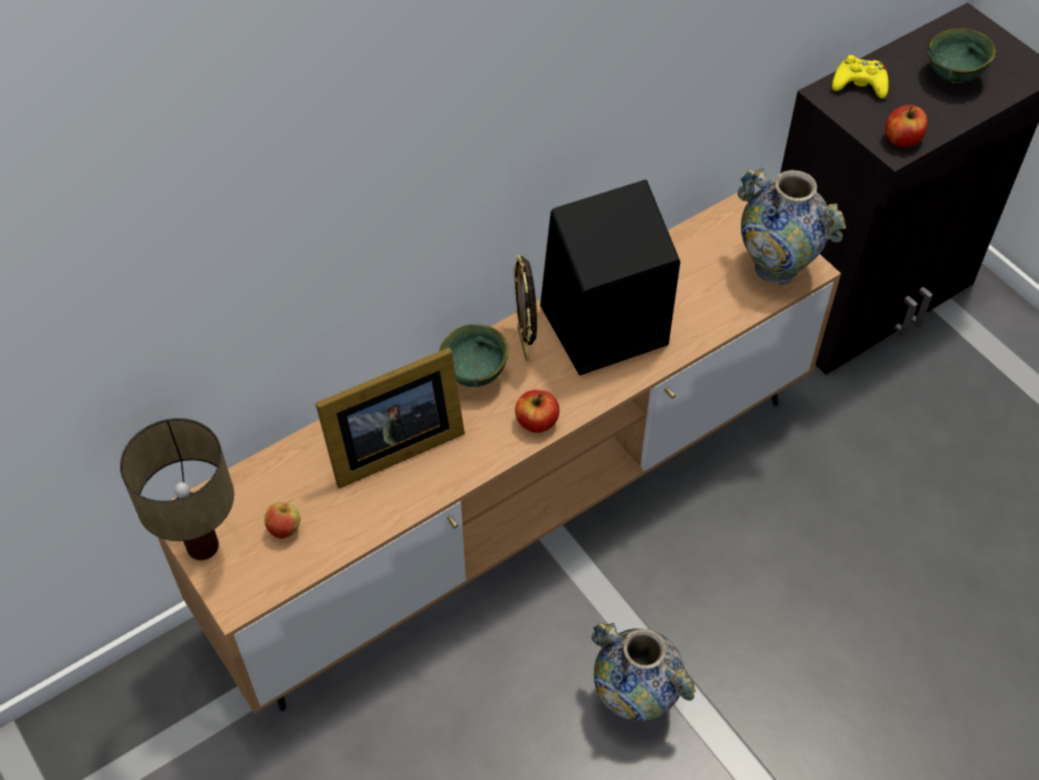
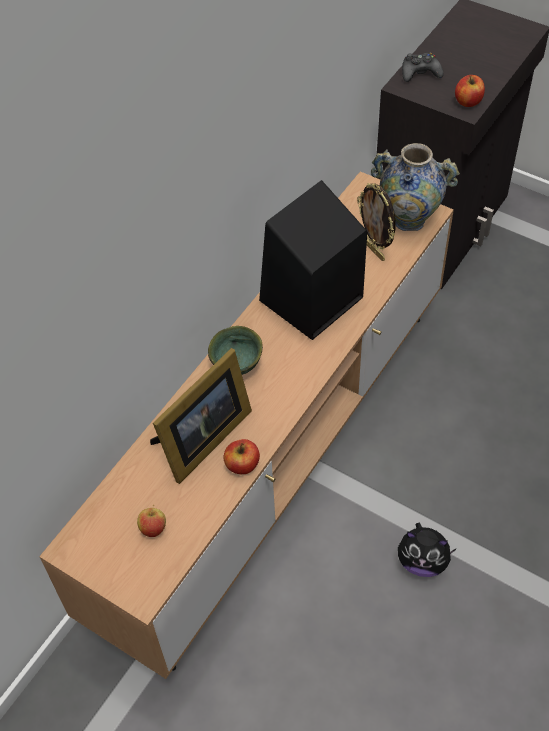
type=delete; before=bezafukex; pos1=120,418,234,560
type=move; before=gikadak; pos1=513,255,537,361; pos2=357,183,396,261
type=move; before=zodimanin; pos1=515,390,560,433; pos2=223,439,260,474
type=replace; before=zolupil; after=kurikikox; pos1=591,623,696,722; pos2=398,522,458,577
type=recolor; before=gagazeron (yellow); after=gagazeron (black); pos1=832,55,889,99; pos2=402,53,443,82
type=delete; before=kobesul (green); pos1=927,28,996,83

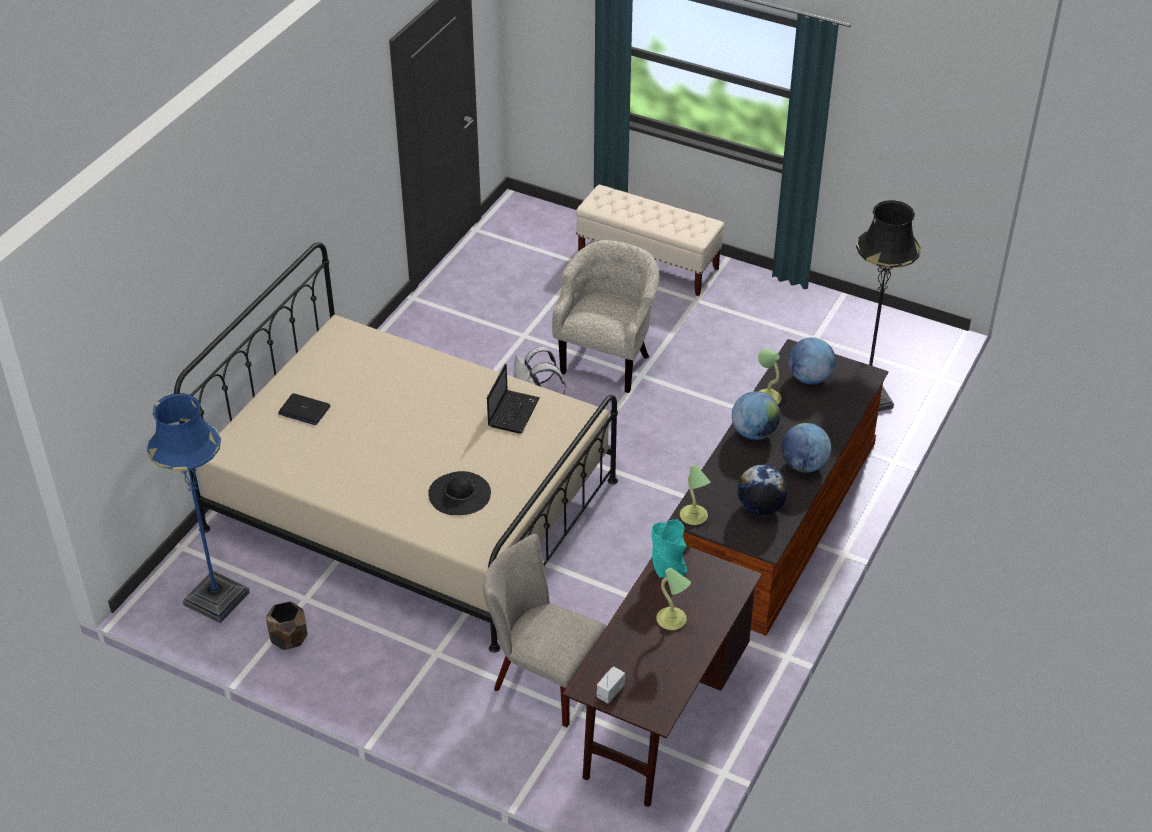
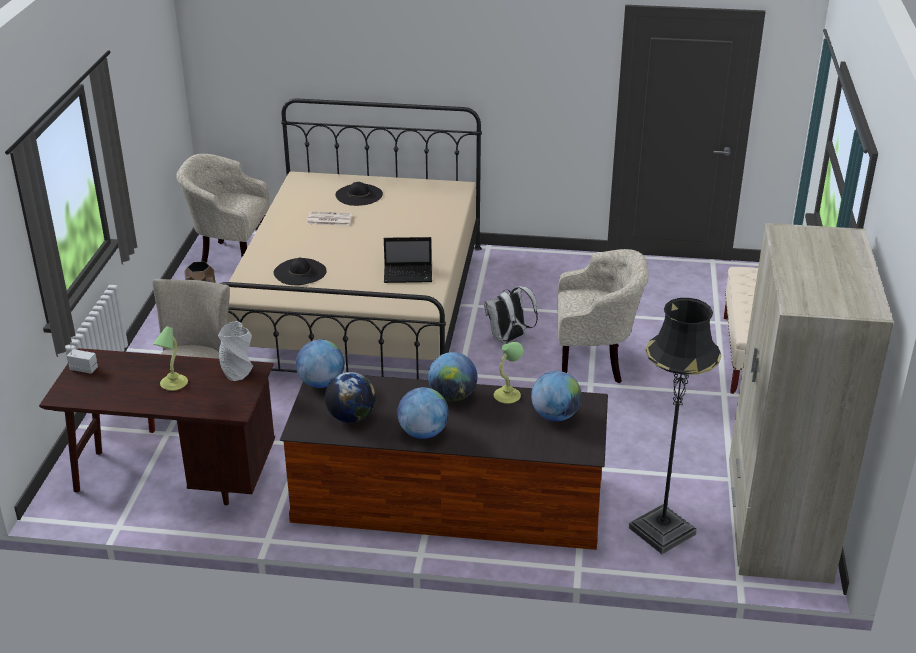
type=replace; before=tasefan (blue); after=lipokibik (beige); pos1=147,393,250,623; pos2=176,154,269,263
type=replace; before=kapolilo; after=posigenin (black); pos1=278,393,330,425; pos2=335,182,383,206
type=recolor; before=zolupil (turquoise); after=zolupil (grey); pos1=652,520,687,578; pos2=218,321,253,381
type=replace; before=bezafukex; after=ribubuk; pos1=680,465,711,525; pos2=296,339,345,388
type=insert; after=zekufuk; pos2=306,211,352,226
type=insert; after=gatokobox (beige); pos2=729,223,894,584

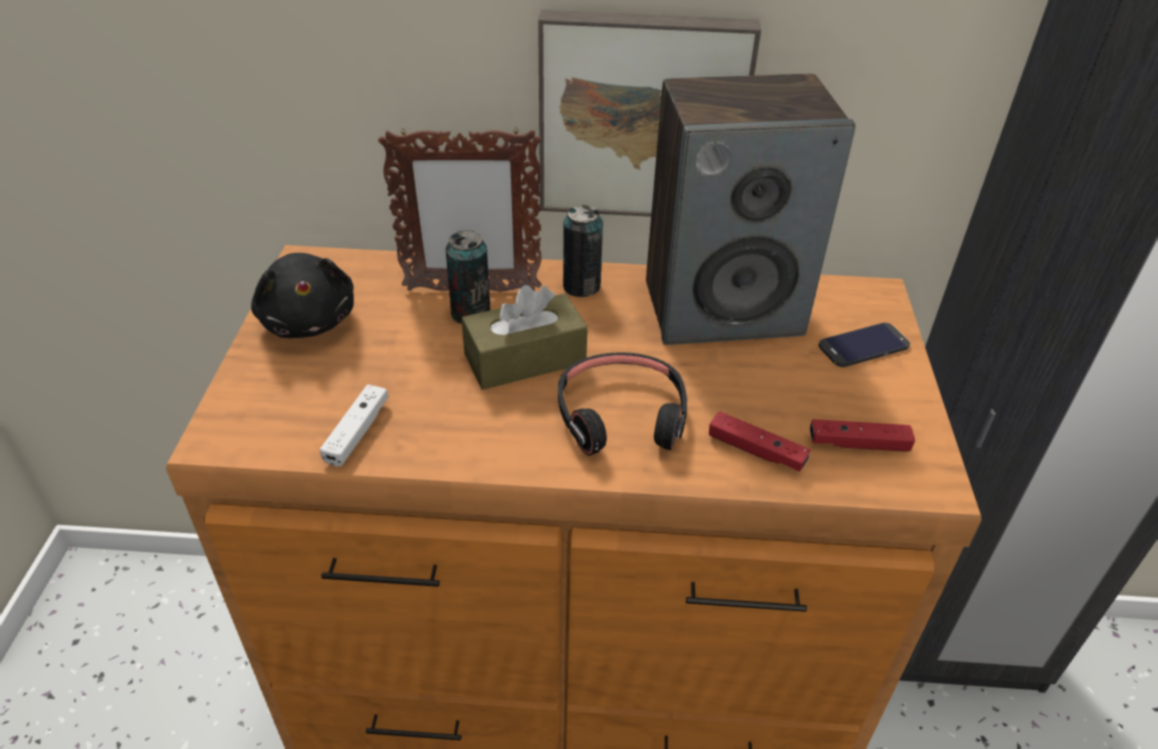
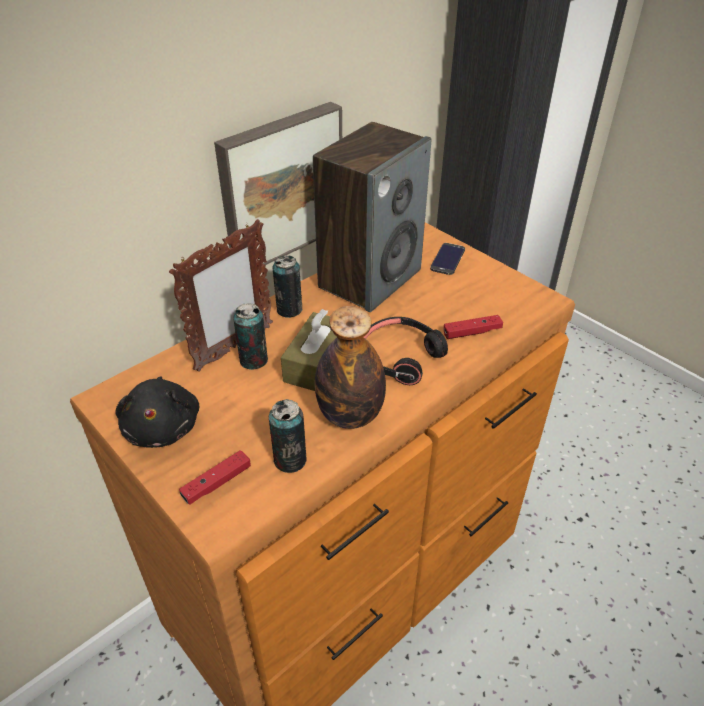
type=rotate; before=kurikikox (black); pos1=251,253,354,338; pos2=115,377,199,448; turn=60
type=replace; before=gagazeron (white); after=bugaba; pos1=319,384,388,467; pos2=269,399,307,473
type=move; before=gagazeron (red); pos1=810,419,915,452; pos2=179,450,251,504
type=insert; after=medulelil; pos2=315,306,386,429

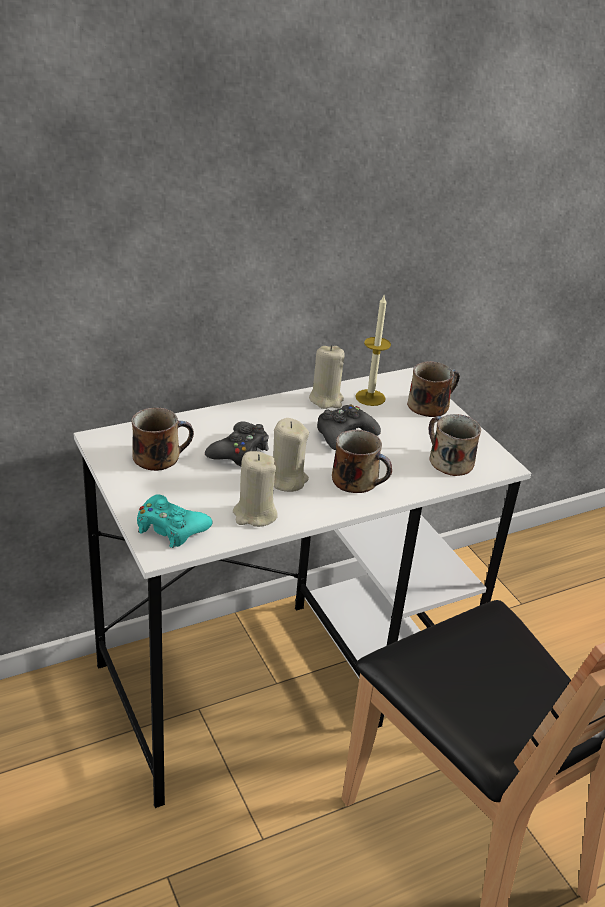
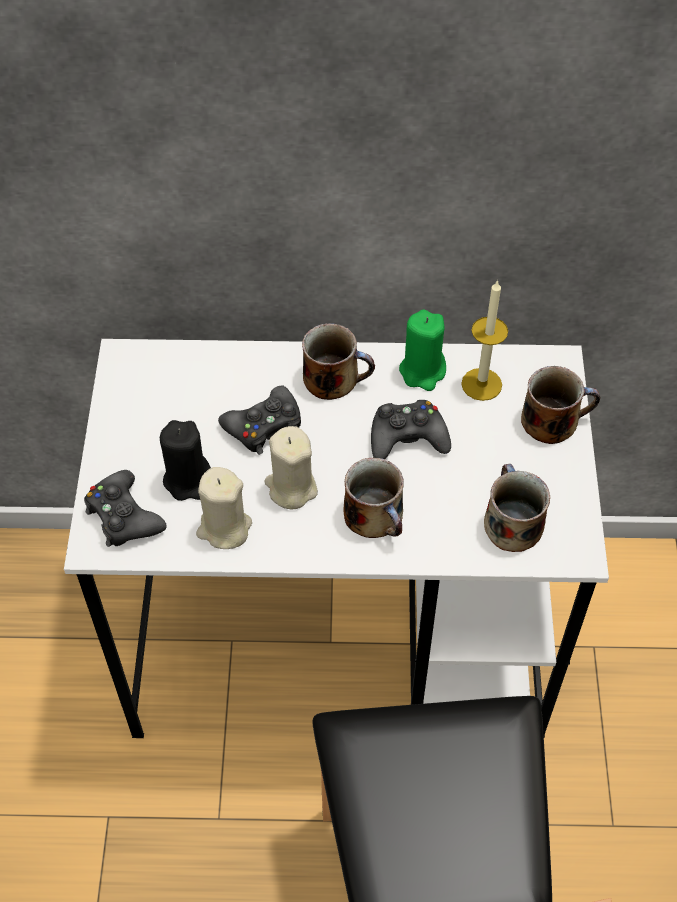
type=move; before=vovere; pos1=132,407,194,471; pos2=302,323,375,400
type=recolor; before=gagazeron (turquoise); after=gagazeron (black); pos1=137,494,213,548; pos2=84,470,167,547
type=recolor; before=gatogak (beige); after=gatogak (green); pos1=309,345,345,409; pos2=399,309,446,391
type=insert; after=gatogak (black); pos2=160,420,211,501

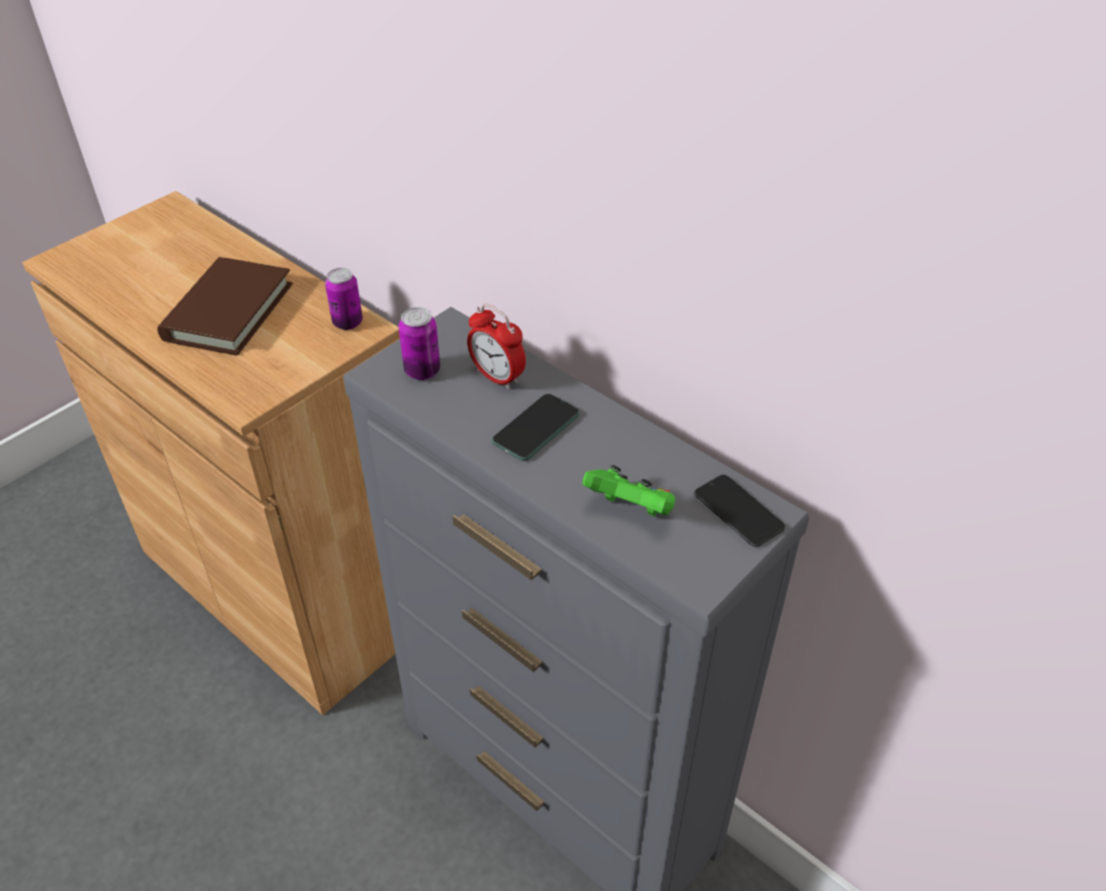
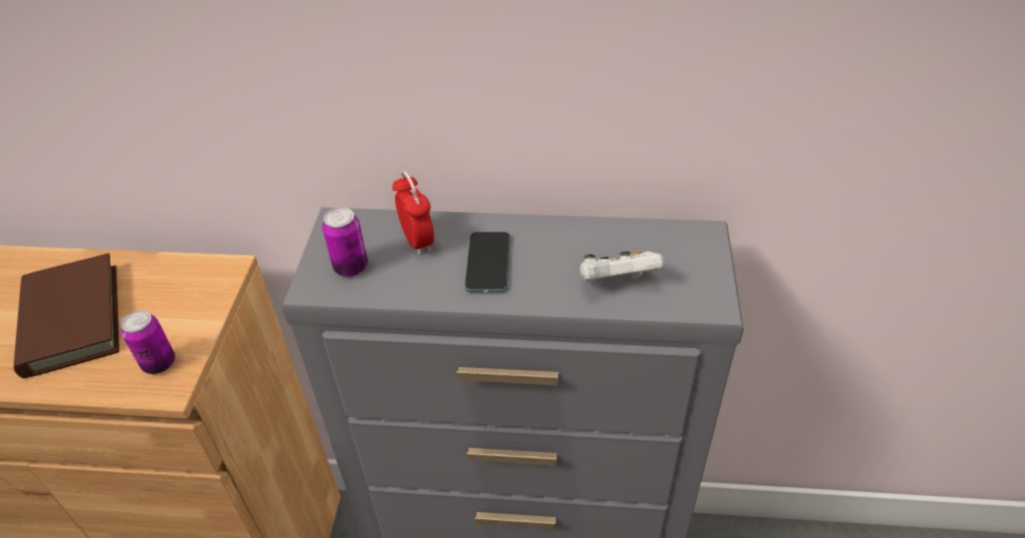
type=move; before=bugaba; pos1=325,268,363,330; pos2=121,310,175,374
type=rotate; before=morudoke; pos1=467,304,526,390; pos2=392,171,434,256; turn=-120
type=recolor; before=gagazeron (green); after=gagazeron (white); pos1=582,465,675,516; pos2=580,251,664,285
type=delete; before=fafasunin; pos1=694,475,785,547

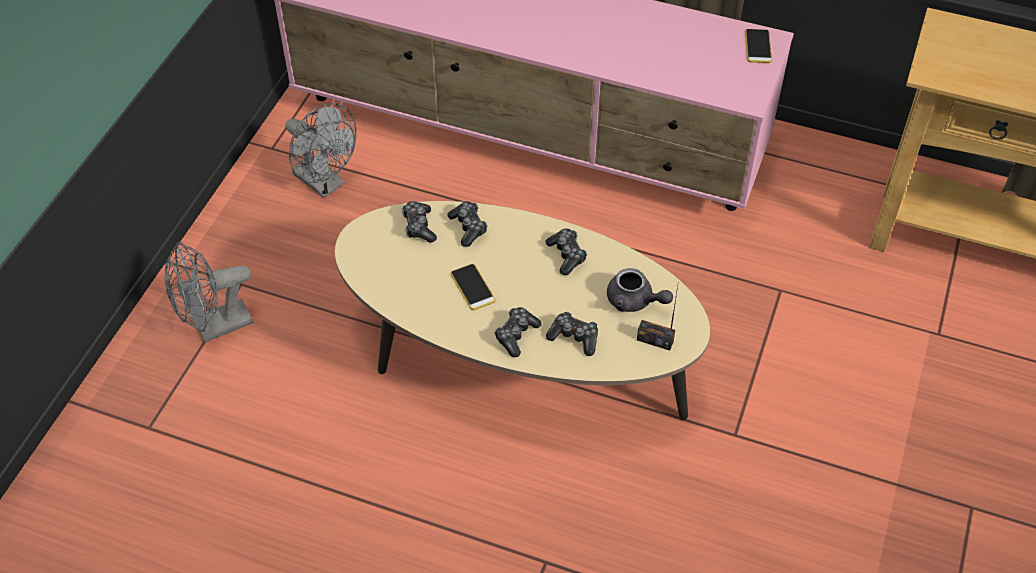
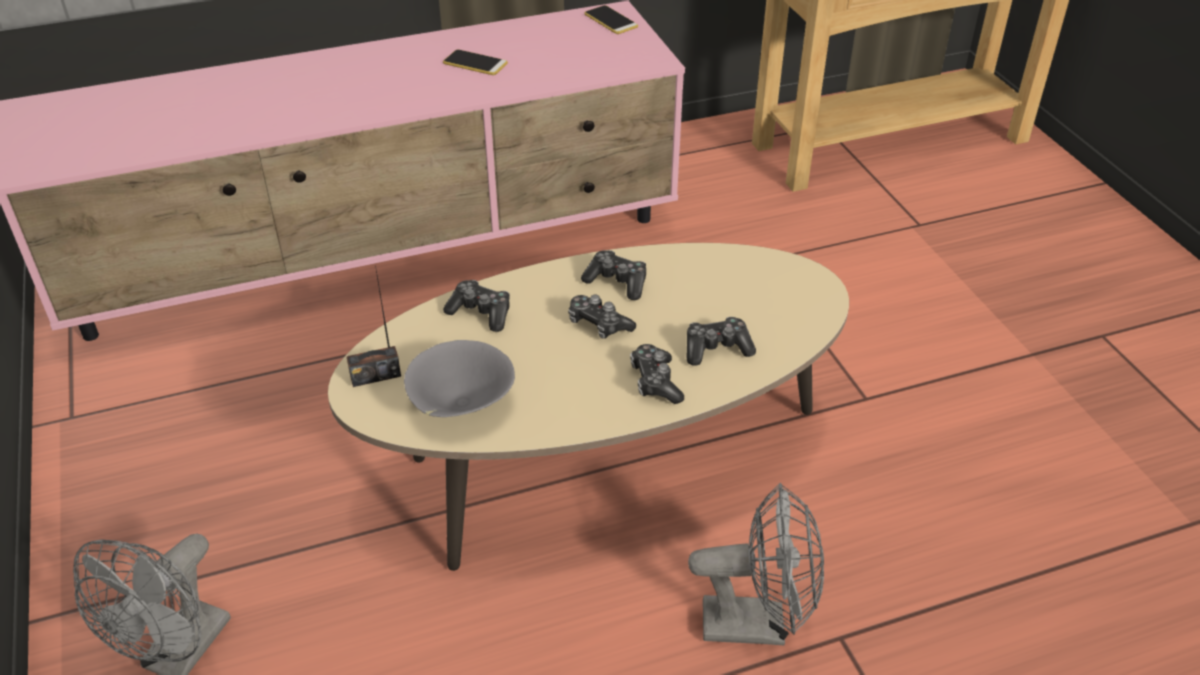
type=move; before=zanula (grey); pos1=286,103,357,198; pos2=688,483,824,645
type=move; before=gagazeron; pos1=401,201,437,243; pos2=568,294,636,339
type=move; before=fafasunin; pos1=451,264,496,310; pos2=443,50,508,75
type=delete; before=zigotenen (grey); pos1=607,268,673,312
type=move; before=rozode; pos1=637,286,678,350; pos2=346,265,401,387
type=insert; after=kobesul (grey); pos2=404,340,515,417

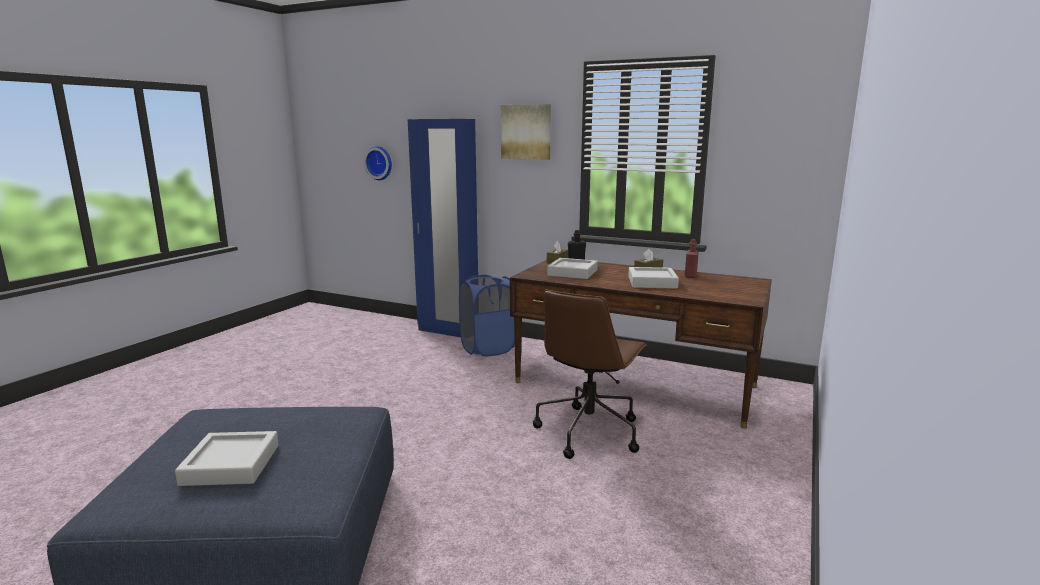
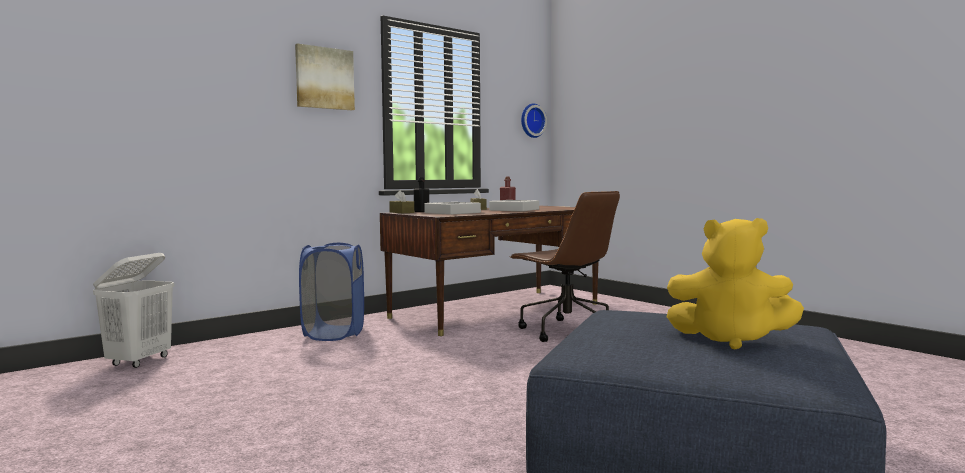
type=replace; before=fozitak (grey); after=kurikikox (yellow); pos1=175,431,279,486; pos2=666,218,804,350
type=move; before=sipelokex; pos1=364,146,392,180; pos2=521,104,547,138
type=delete; before=gatokobox (blue); pos1=408,119,478,337
type=insert; after=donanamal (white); pos2=93,253,174,368

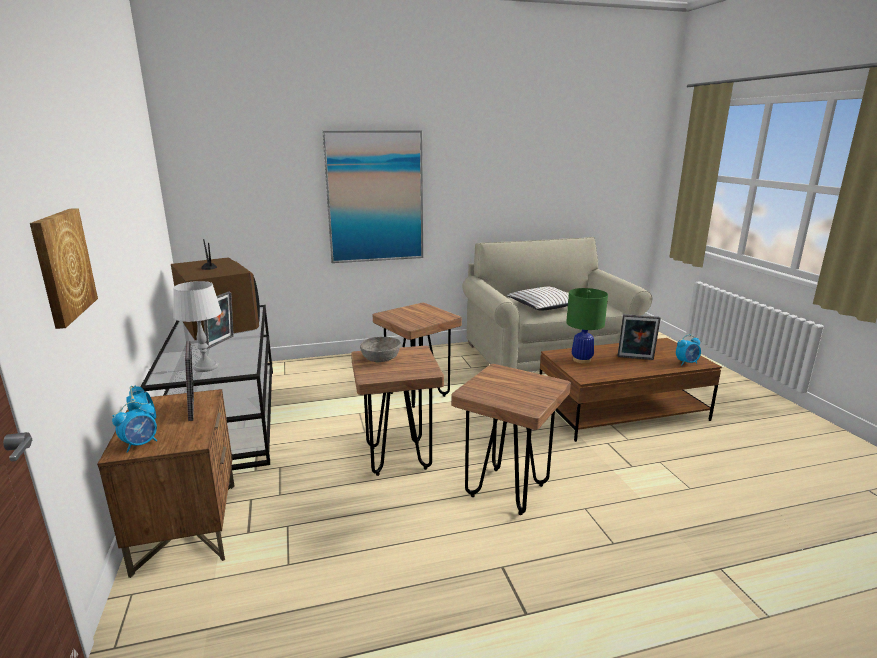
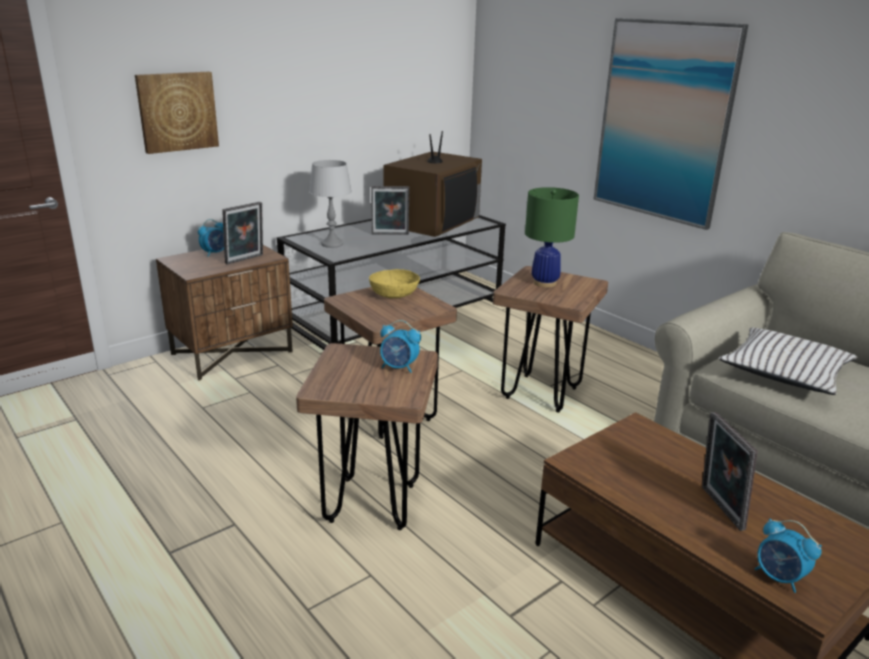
type=move; before=morudoke; pos1=112,401,157,453; pos2=380,320,421,373
type=recolor; before=kobesul (grey); after=kobesul (yellow); pos1=360,337,401,362; pos2=369,269,420,298
type=move; before=bezafukex (green); pos1=566,288,608,364; pos2=525,187,579,288

